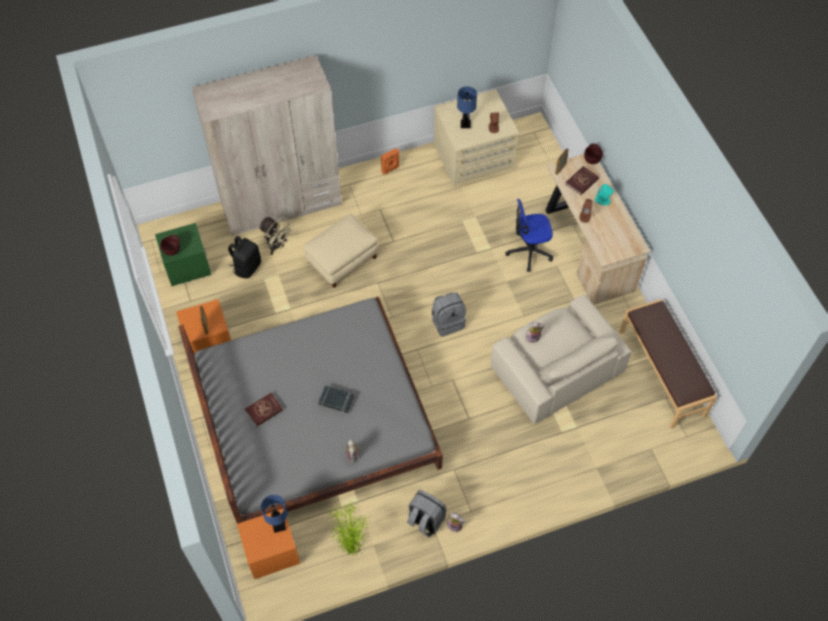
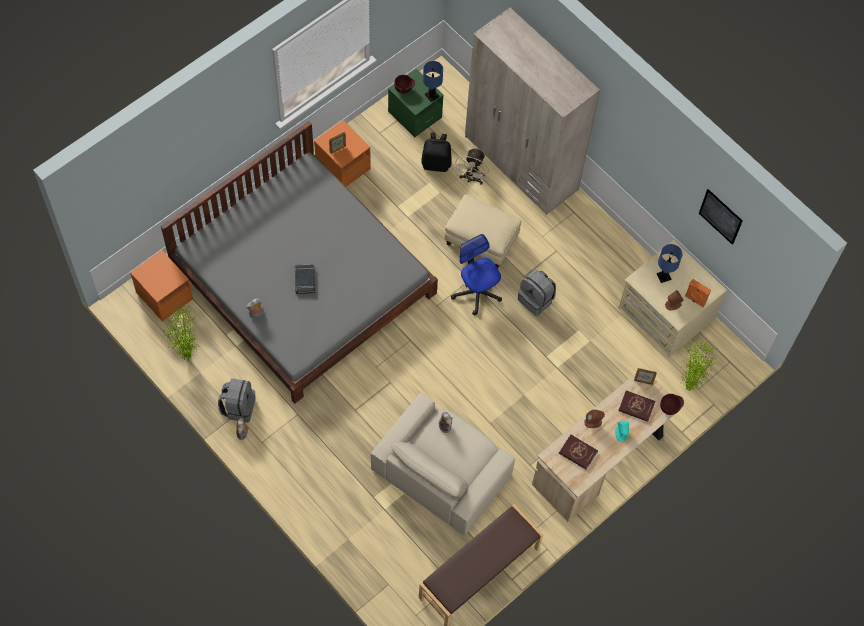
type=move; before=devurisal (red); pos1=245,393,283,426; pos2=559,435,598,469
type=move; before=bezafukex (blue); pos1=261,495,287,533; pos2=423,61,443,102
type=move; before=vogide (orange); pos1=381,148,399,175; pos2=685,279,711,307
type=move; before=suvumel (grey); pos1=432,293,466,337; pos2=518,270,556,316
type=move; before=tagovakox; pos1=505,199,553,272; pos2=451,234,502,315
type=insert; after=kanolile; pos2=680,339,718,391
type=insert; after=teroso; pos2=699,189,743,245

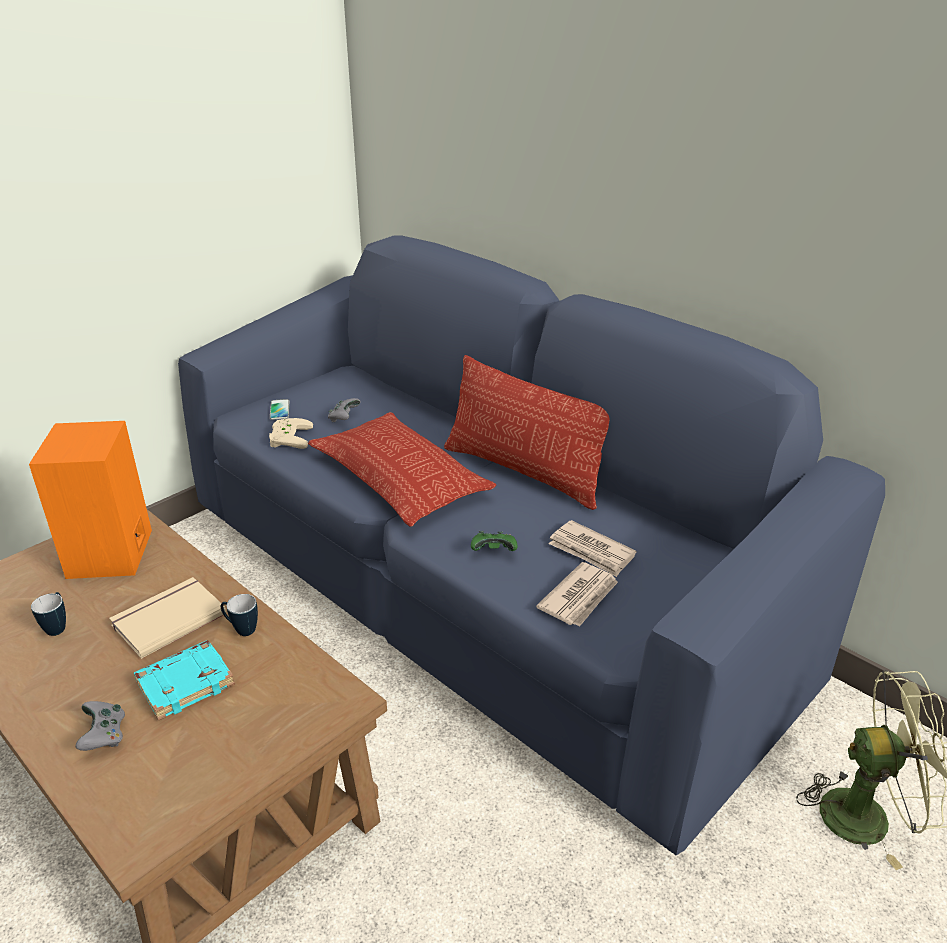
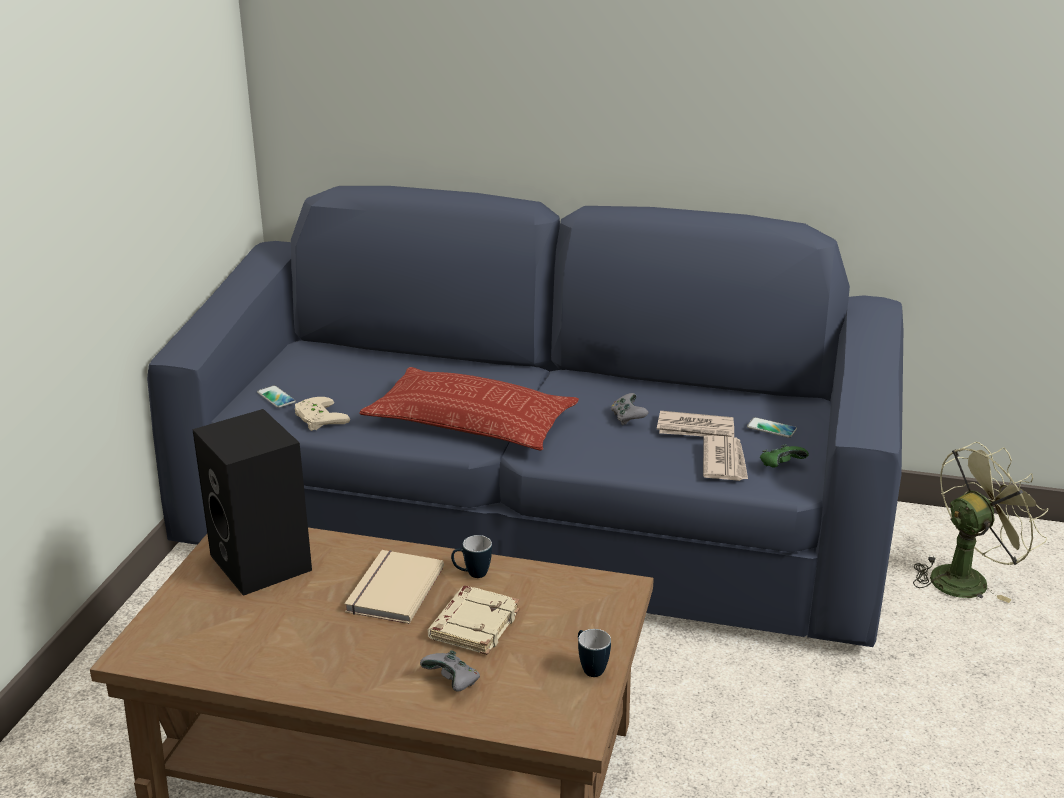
type=recolor; before=vogide (orange); after=vogide (black); pos1=29,421,152,579; pos2=192,409,312,596
type=move; before=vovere; pos1=31,592,66,636; pos2=578,629,611,677
type=recolor; before=devurisal (turquoise); after=devurisal (beige); pos1=134,640,235,721; pos2=428,586,520,655
type=move; before=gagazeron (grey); pos1=328,398,361,422; pos2=611,393,649,425
type=delete; before=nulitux; pos1=444,355,610,510
type=move; before=gagazeron (green); pos1=471,531,518,551; pos2=760,444,809,468
type=insert; after=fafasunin; pos2=747,417,797,438

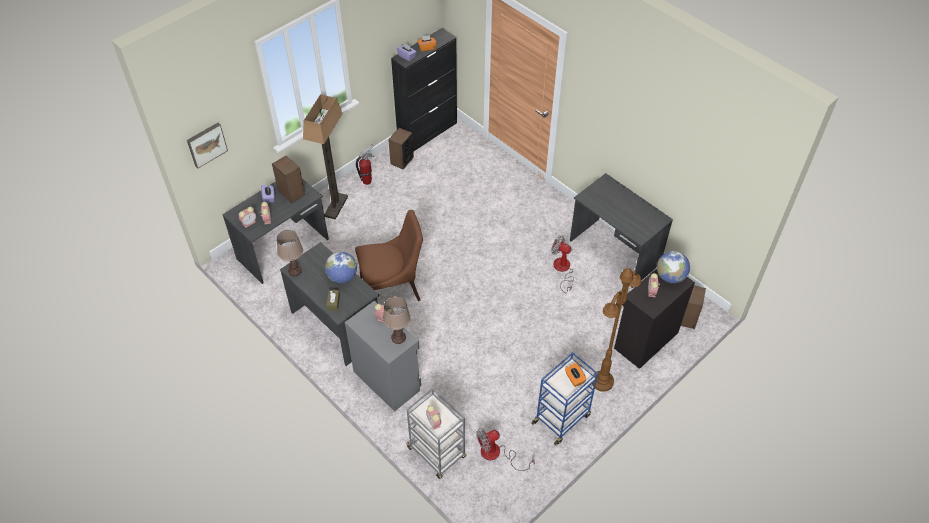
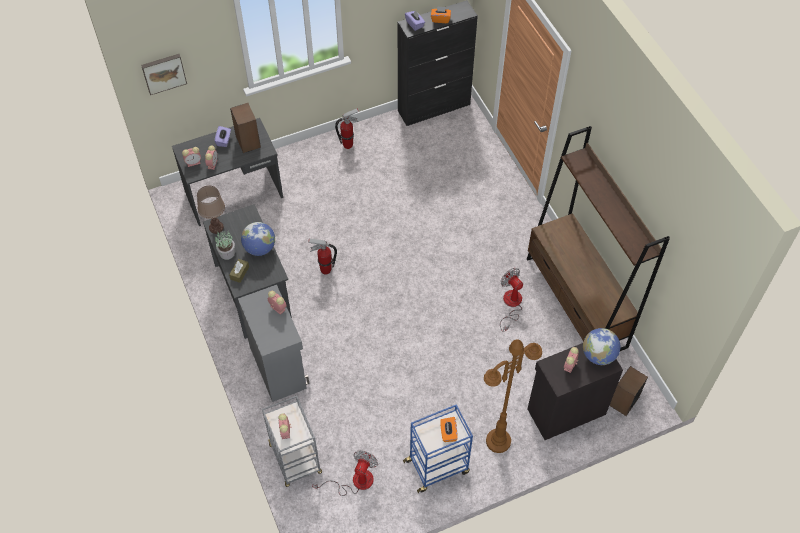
type=delete; before=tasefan; pos1=303,94,348,220
type=replace; before=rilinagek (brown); after=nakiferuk; pos1=355,210,423,301; pos2=308,238,337,275
type=delete; before=bezafukex (brown); pos1=383,296,411,344
type=delete; before=vogide; pos1=388,127,414,170
type=rotate; before=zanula; pos1=477,428,535,471; pos2=312,451,378,496; turn=120
type=replace; before=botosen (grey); after=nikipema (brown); pos1=570,173,673,288; pos2=527,126,670,351
type=insert; after=kanolile; pos2=215,231,235,260

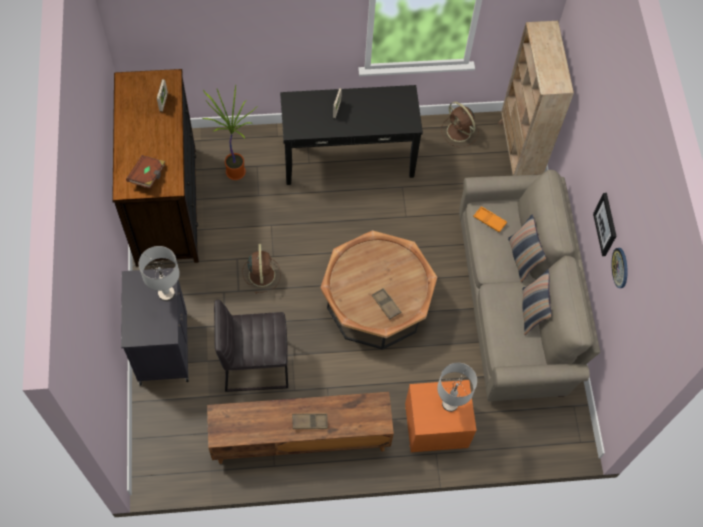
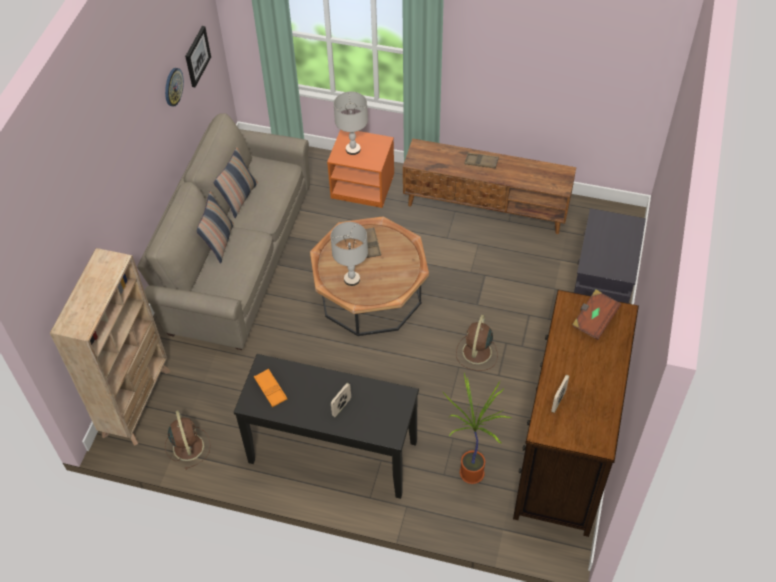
type=move; before=bezafukex (grey); pos1=139,246,180,301; pos2=331,222,368,286
type=delete; before=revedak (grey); pos1=214,300,288,392
type=move; before=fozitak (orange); pos1=473,206,507,232; pos2=254,369,287,407
type=move; before=teroso; pos1=593,193,616,256; pos2=185,26,211,87

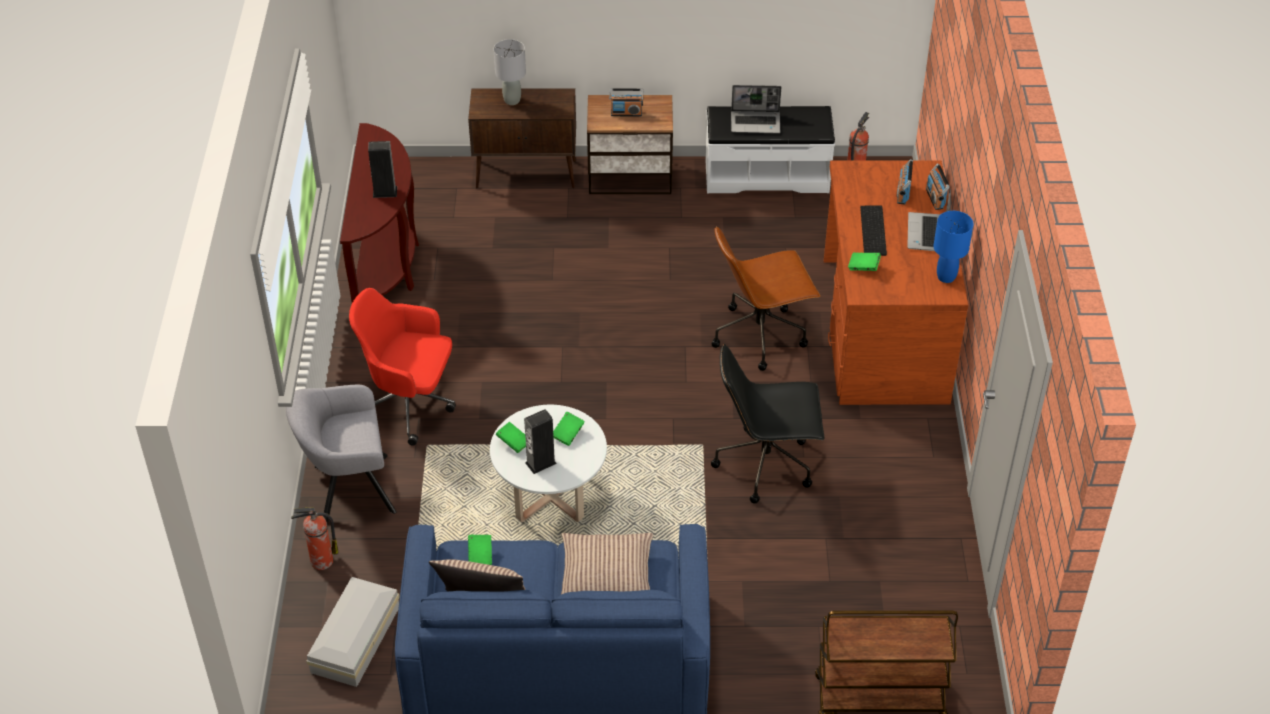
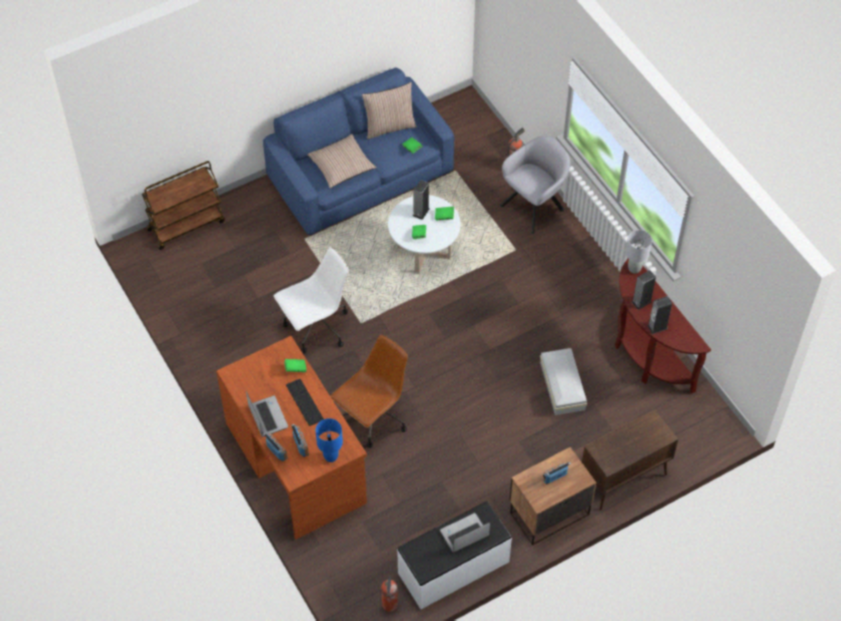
type=move; before=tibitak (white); pos1=307,577,400,687; pos2=540,348,587,415
type=delete; before=tagovakox (red); pos1=349,288,456,446
type=move; before=bezafukex (grey); pos1=494,39,526,105; pos2=626,230,652,273
type=recolor; before=tagovakox (black); after=tagovakox (white); pos1=711,344,824,504; pos2=274,247,349,353
type=move; before=bezafukex (blue); pos1=933,211,973,283; pos2=316,418,343,462
type=insert; after=vogide; pos2=647,296,672,334

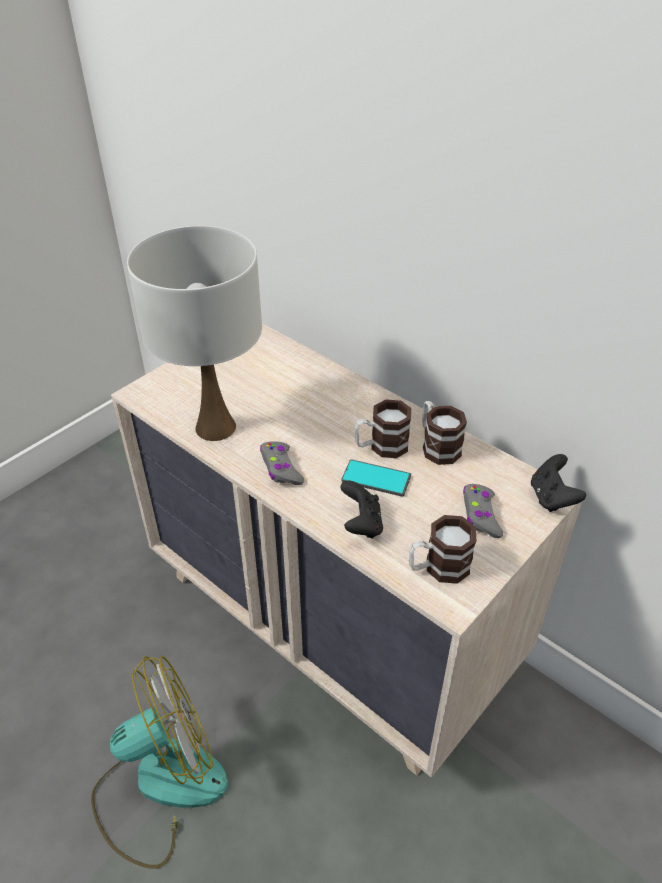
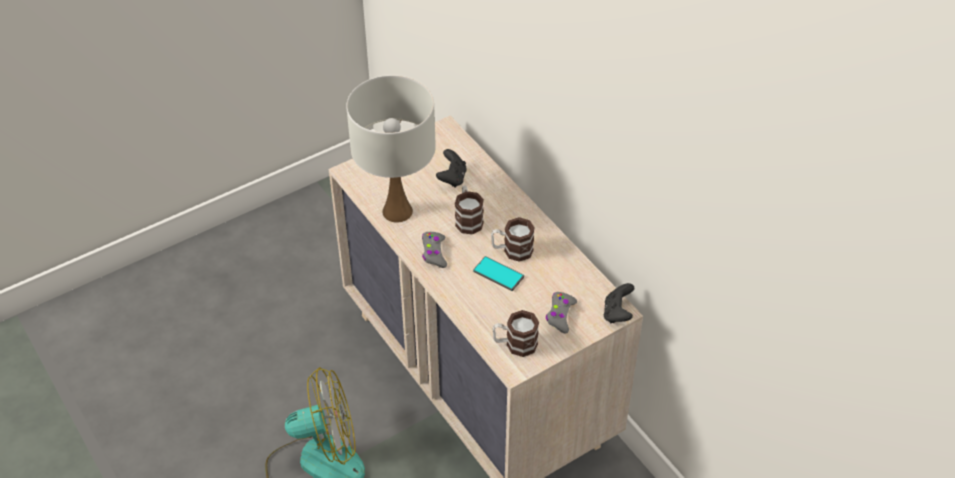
type=move; before=gagazeron (black); pos1=341,481,383,539; pos2=436,149,467,188
type=move; before=vovere; pos1=422,401,467,465; pos2=455,186,484,234

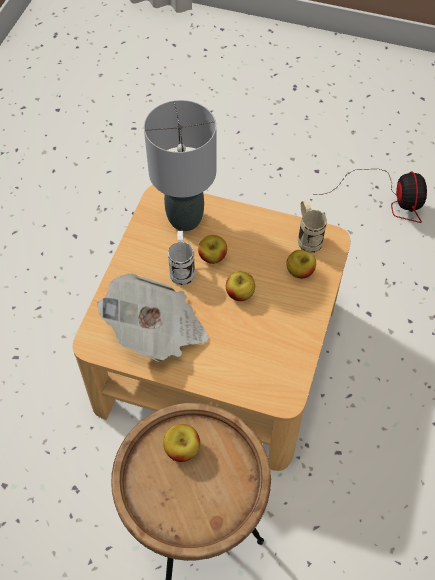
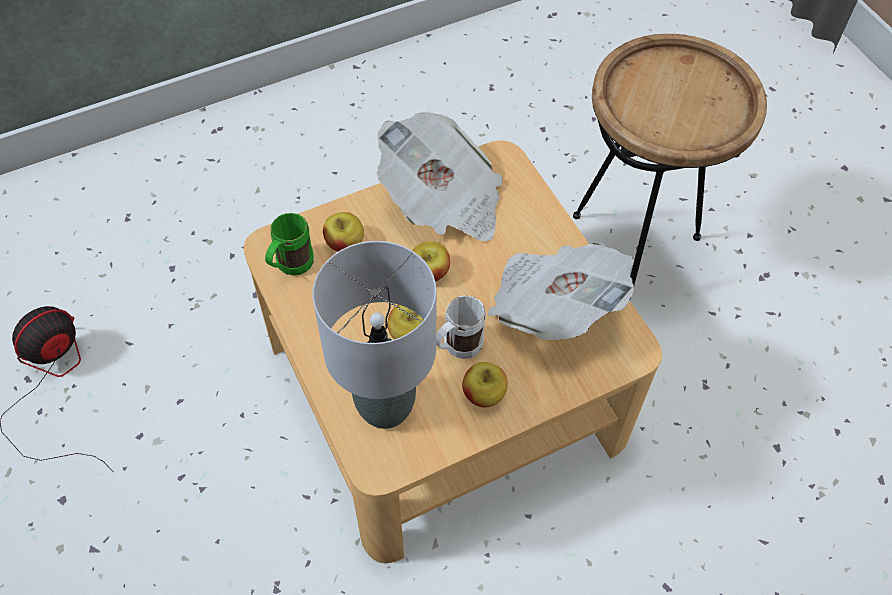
type=move; before=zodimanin; pos1=163,424,200,462; pos2=462,362,508,407
type=recolor; before=vovere (beige); after=vovere (green); pos1=298,200,327,253; pos2=265,213,314,275
type=insert; after=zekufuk; pos2=377,112,503,242

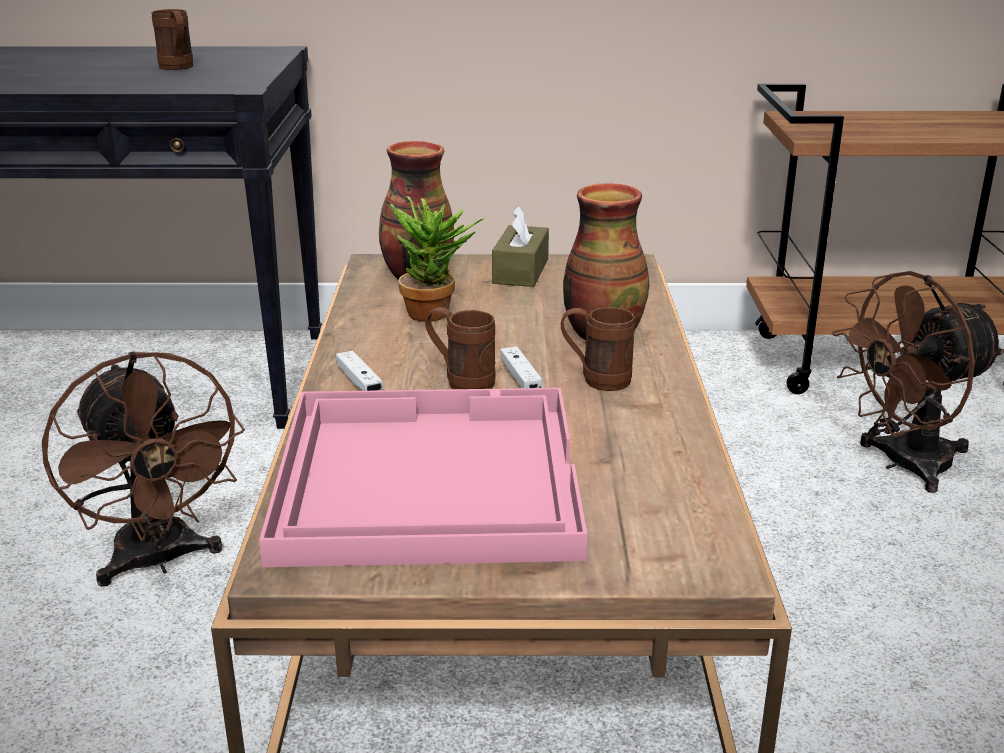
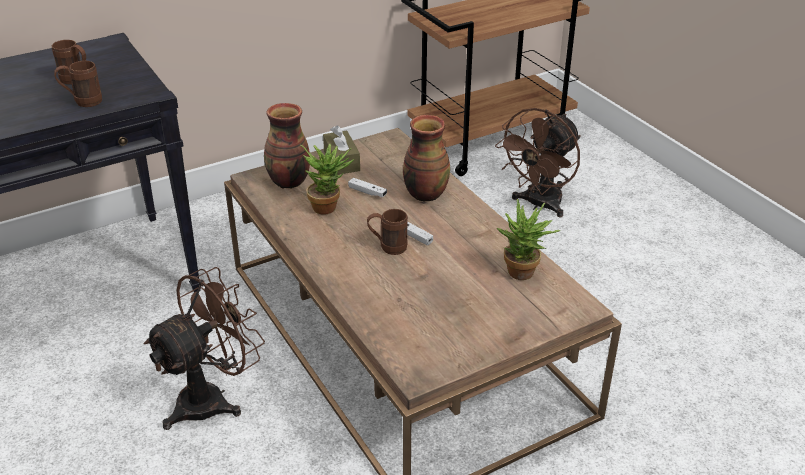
type=rotate; before=zanula (brown); pos1=42,351,245,587; pos2=144,267,265,430; turn=-75
type=delete; before=fozitak (pink); pos1=259,388,587,567
type=move; before=gagazeron (white); pos1=336,351,383,391; pos2=348,178,387,197
type=move; before=vovere (brown); pos1=561,307,635,391; pos2=54,61,102,107
type=insert; after=kanolile; pos2=497,199,561,280

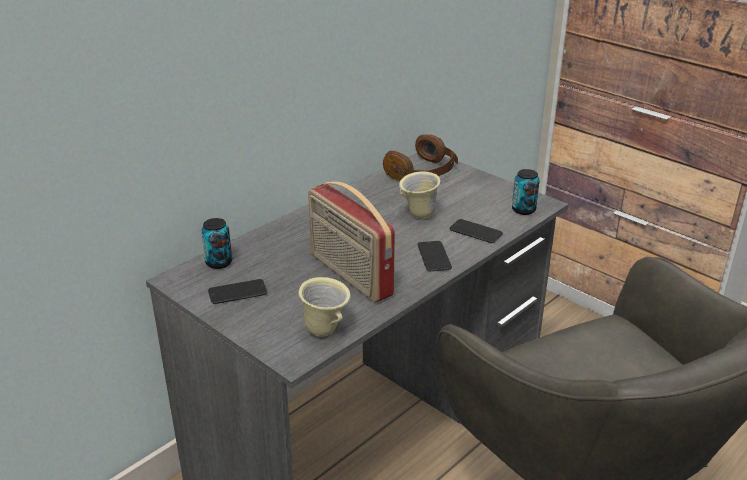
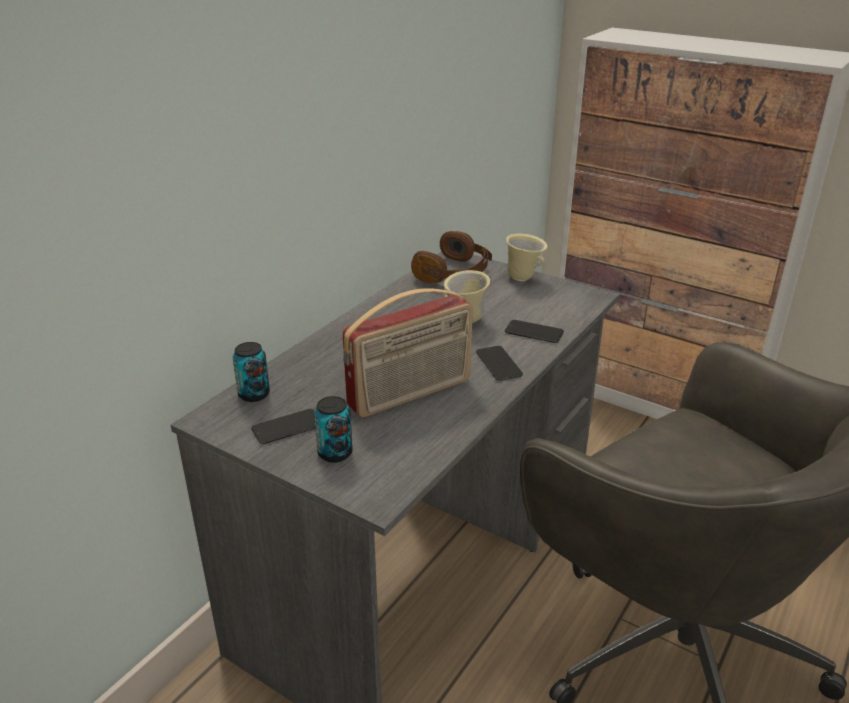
type=move; before=vovere (beige); pos1=298,277,351,337; pos2=506,234,548,281
type=rotate; before=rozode; pos1=308,181,395,302; pos2=343,288,473,418; turn=-75
type=move; before=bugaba; pos1=512,169,540,215; pos2=314,396,353,462

